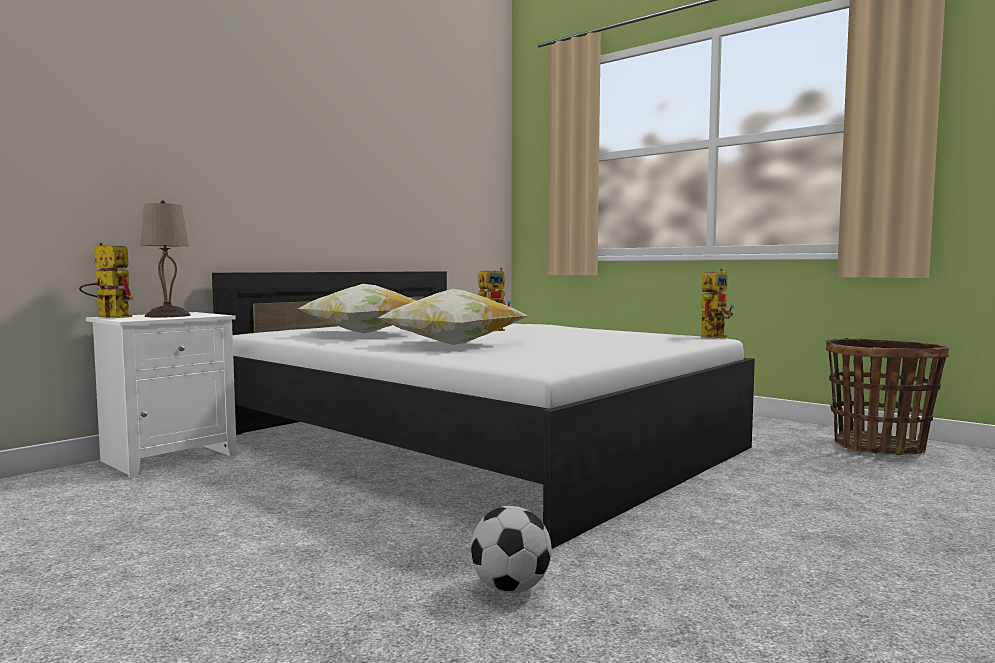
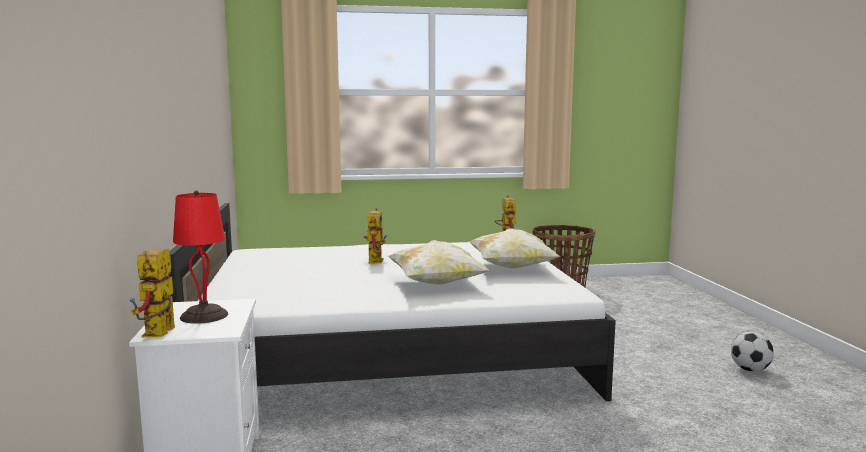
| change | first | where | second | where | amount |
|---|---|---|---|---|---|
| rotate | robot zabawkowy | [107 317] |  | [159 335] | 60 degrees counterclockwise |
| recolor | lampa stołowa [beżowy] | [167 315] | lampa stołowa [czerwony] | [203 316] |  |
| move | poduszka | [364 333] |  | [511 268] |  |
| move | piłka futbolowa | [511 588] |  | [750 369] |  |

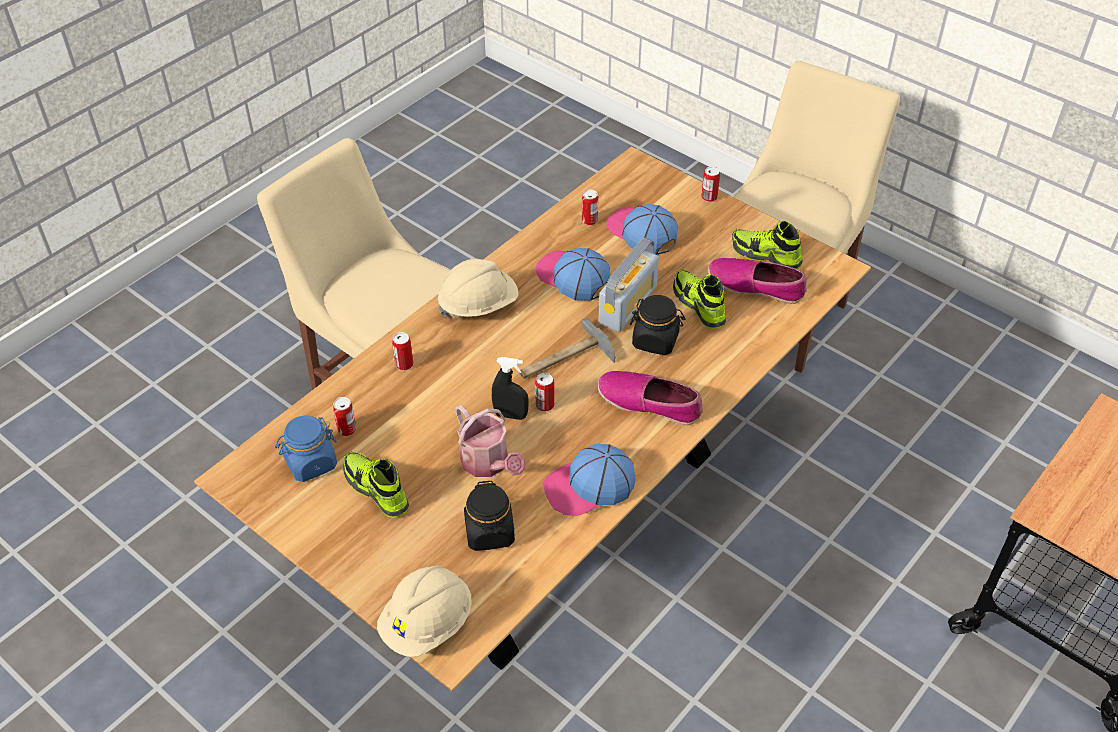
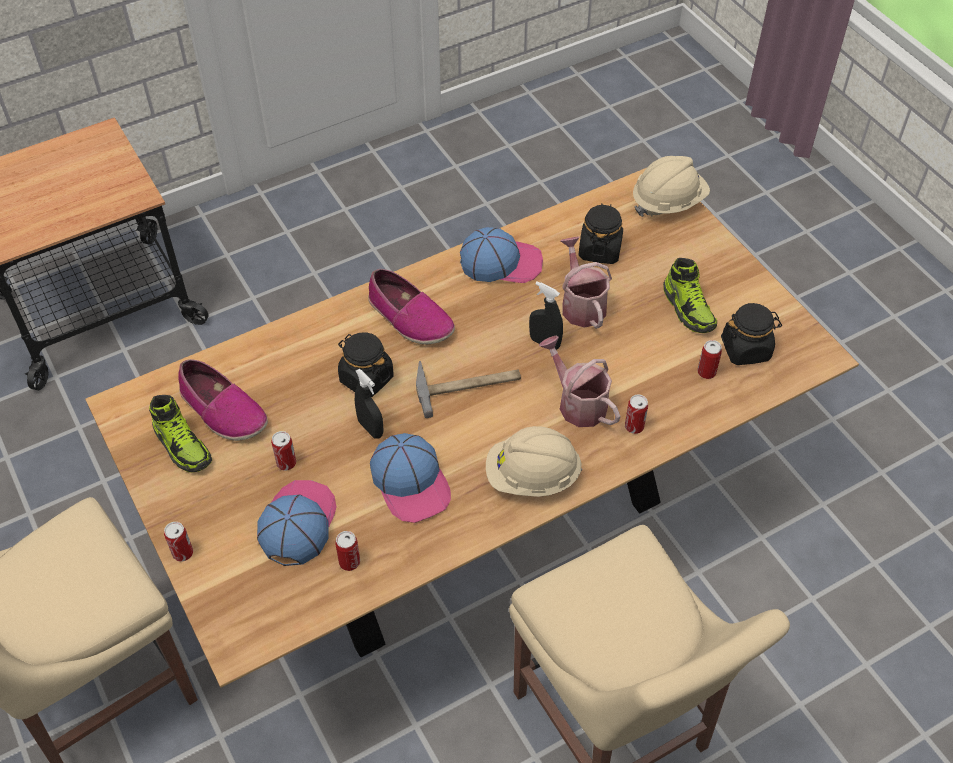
| change | first | where | second | where | amount |
|---|---|---|---|---|---|
| rotate | czapka z daszkiem | [641 232] |  | [297 523] | 150 degrees counterclockwise |
| move | puszka | [545 405] |  | [286 463] |  |
| replace | radio | [627 305] | spryskiwacz [czarny] | [370 428] |  |
| insert |  |  | konewka | [578 402] |  |
| recolor | słoik [niebieski] | [310 463] | słoik [czarny] | [746 349] |  |
| delete | but | [698 305] |  |  |  |

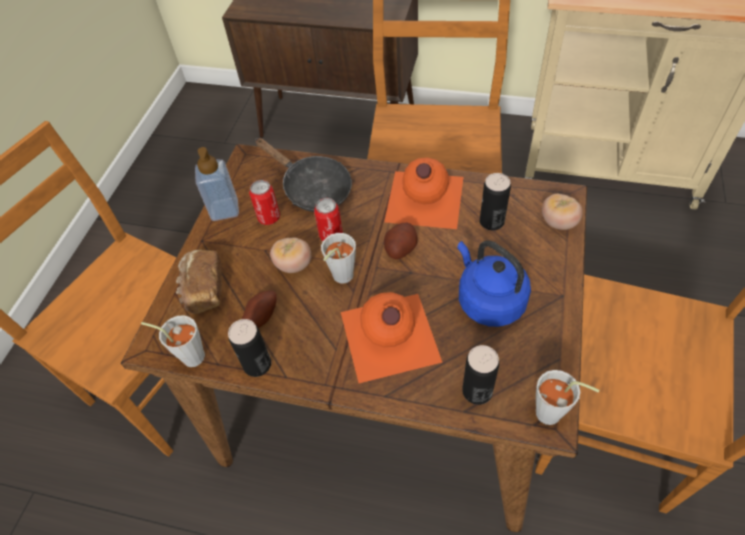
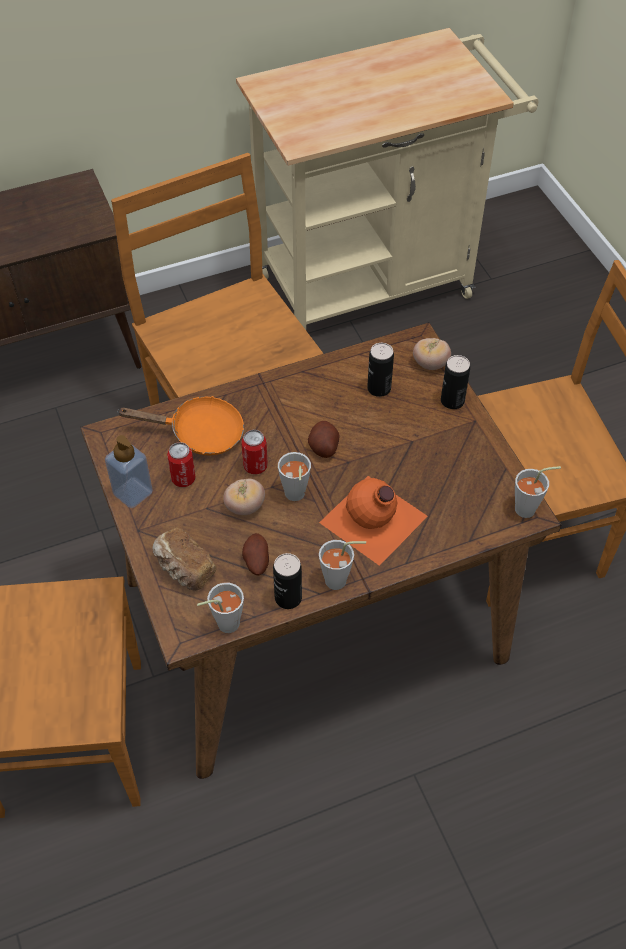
| change | first | where | second | where | amount |
|---|---|---|---|---|---|
| recolor | patelnia [czarny] | [312 188] | patelnia [pomarańczowy] | [199 433] |  |
| insert |  |  | filiżanka [szary] | [341 580] |  |
| move | puszka | [477 391] |  | [452 401] |  |
| delete | butelka [pomarańczowy] | [423 199] |  |  |  |
| delete | czajnik [niebieski] | [488 301] |  |  |  |

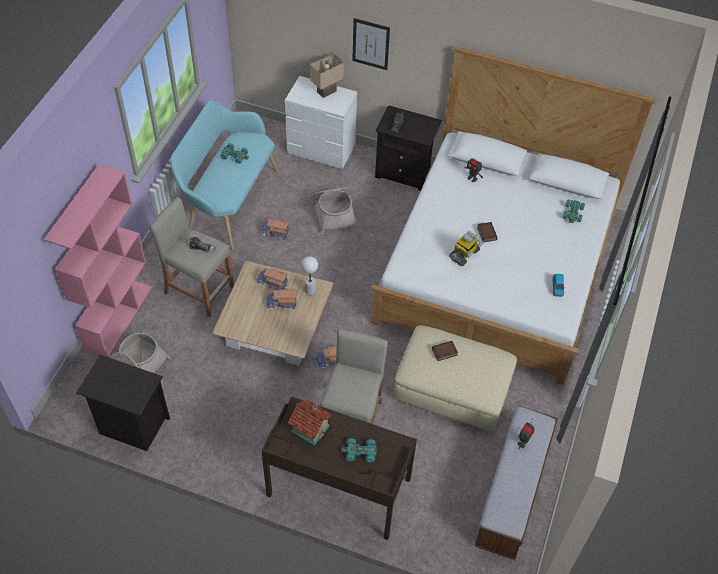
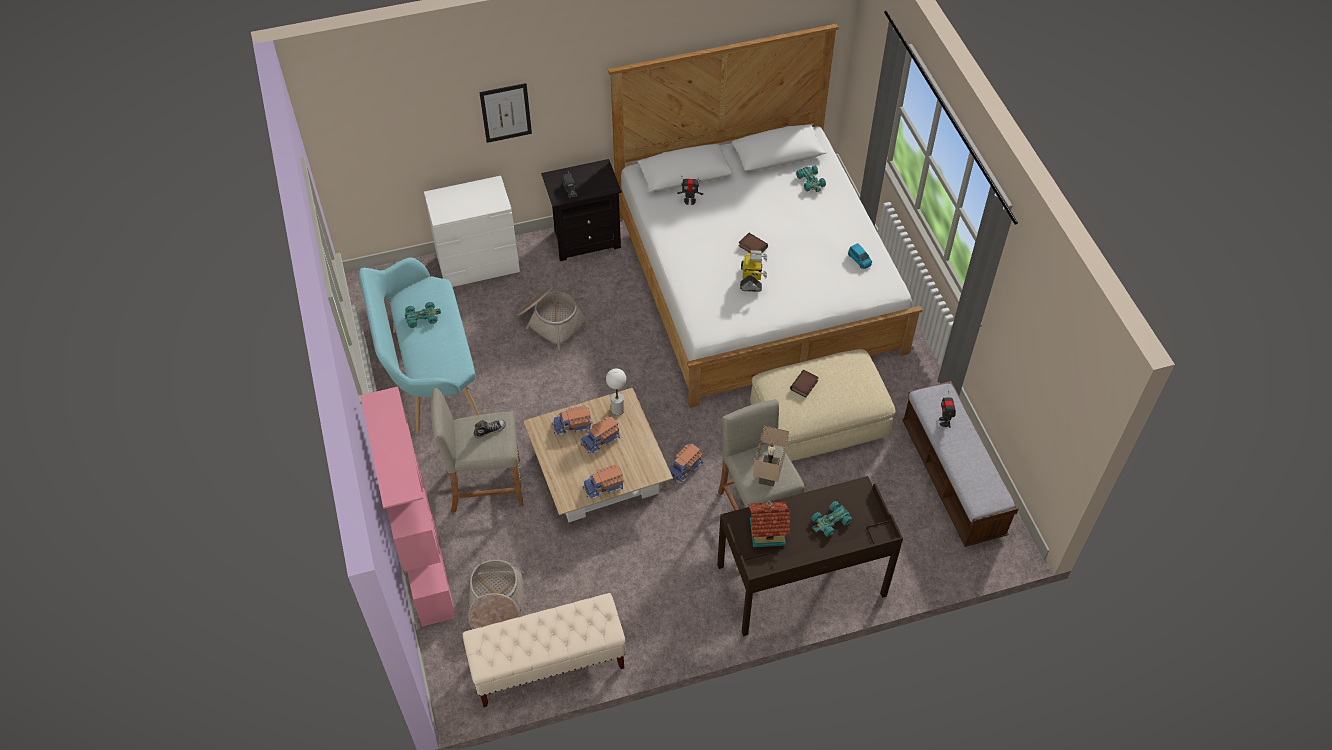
| change | first | where | second | where | amount |
|---|---|---|---|---|---|
| replace | szafka nocna [czarny] | [132 425] | ławka [beżowy] | [548 664] |  |
| move | ciężarówka zabawkowa | [274 233] |  | [604 487] |  |
| move | lampa stołowa [beżowy] | [326 91] |  | [767 474] |  |

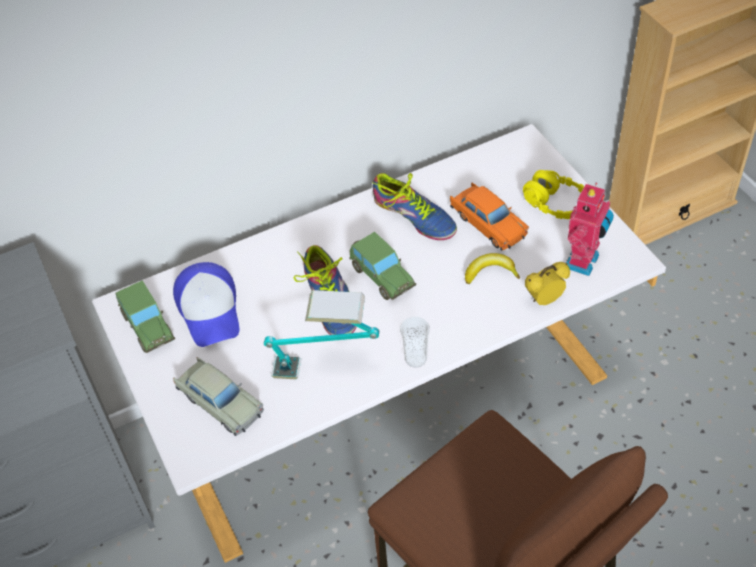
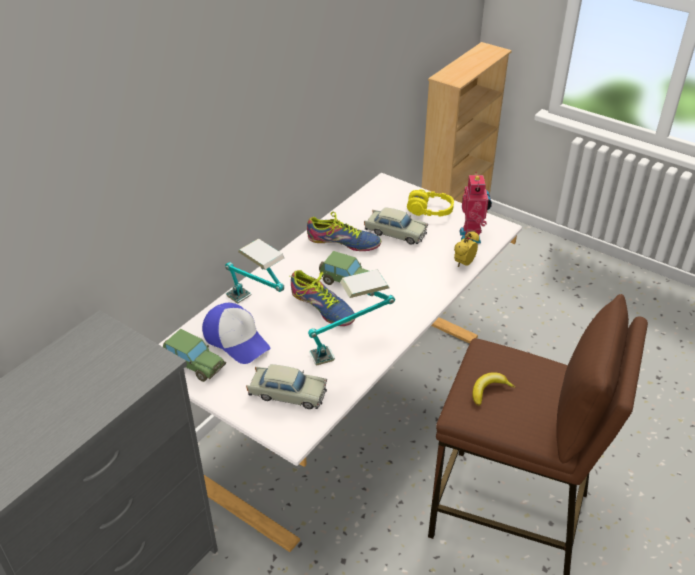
| change | first | where | second | where | amount |
|---|---|---|---|---|---|
| insert |  |  | lampa stołowa | [257 309] |  |
| recolor | samochodzik [pomarańczowy] | [488 223] | samochodzik [beżowy] | [395 233] |  |
| move | banan | [490 272] |  | [489 391] |  |
| delete | filiżanka | [415 359] |  |  |  |

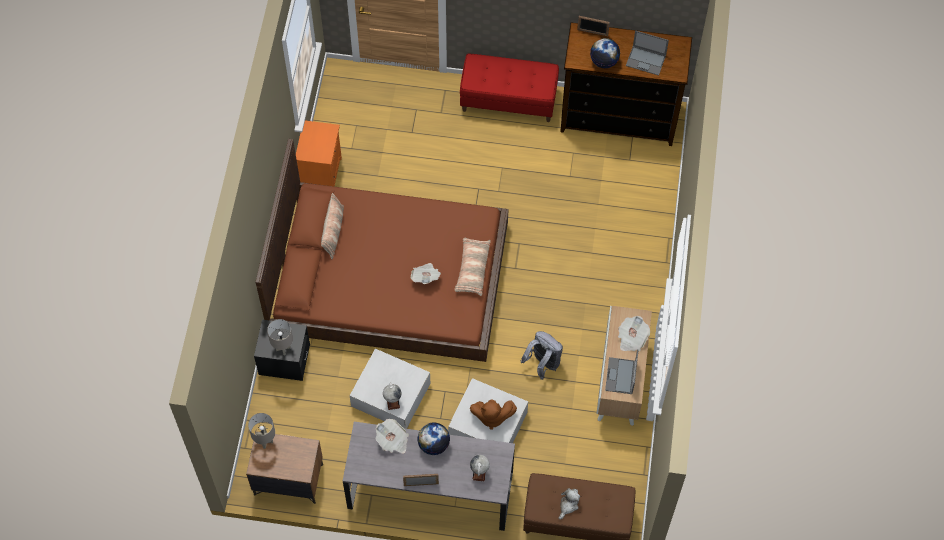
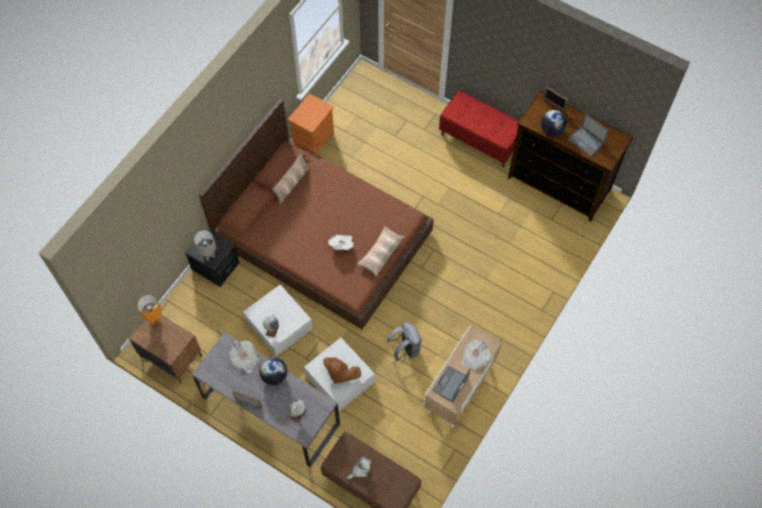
| change | first | where | second | where | amount |
|---|---|---|---|---|---|
| recolor | lampa stołowa [szary] | [265 441] | lampa stołowa [pomarańczowy] | [155 319] |  |

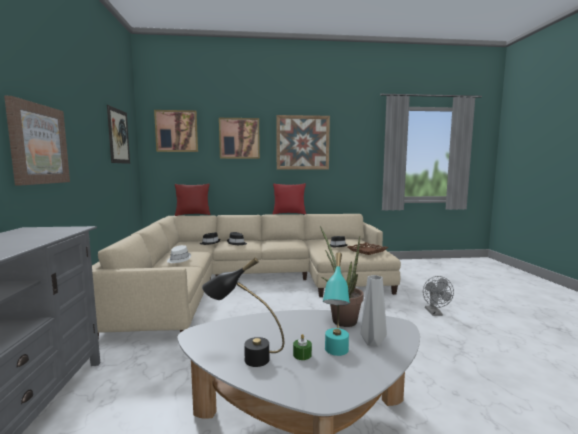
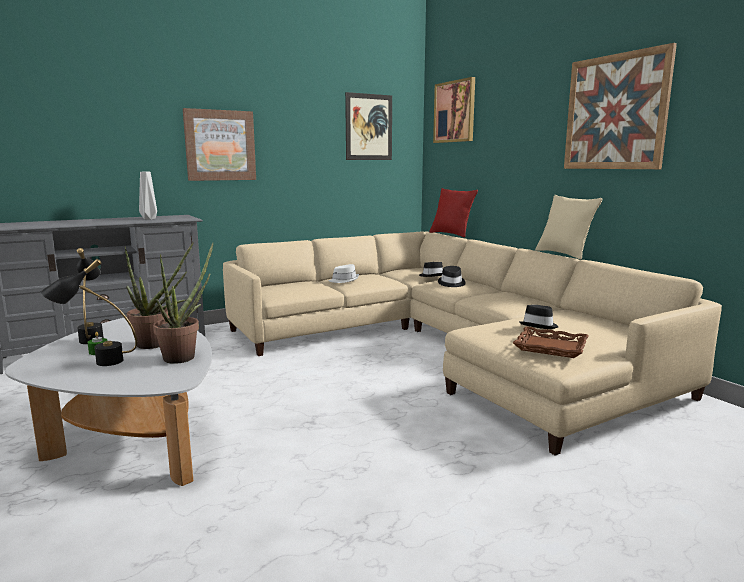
| change | first | where | second | where | amount |
|---|---|---|---|---|---|
| recolor | lampa stołowa [turkusowy] | [336 355] | lampa stołowa [czarny] | [96 362] |  |
| insert |  |  | roślina doniczkowa | [158 344] |  |
| move | wazon [szary] | [373 342] |  | [150 219] |  |
| recolor | poduszka [czerwony] | [289 213] | poduszka [beżowy] | [563 254] |  |
| delete | obraz | [239 138] |  |  |  |
| delete | wentylator [szary] | [435 313] |  |  |  |

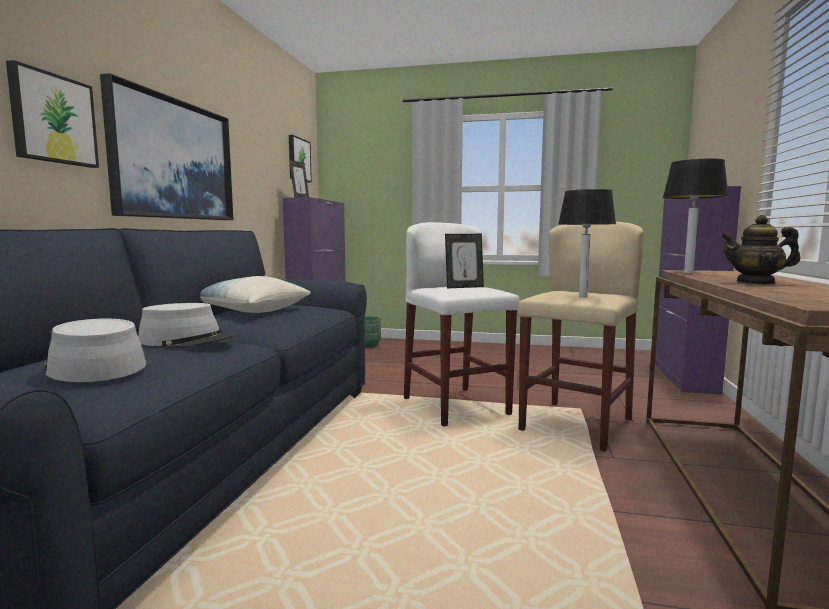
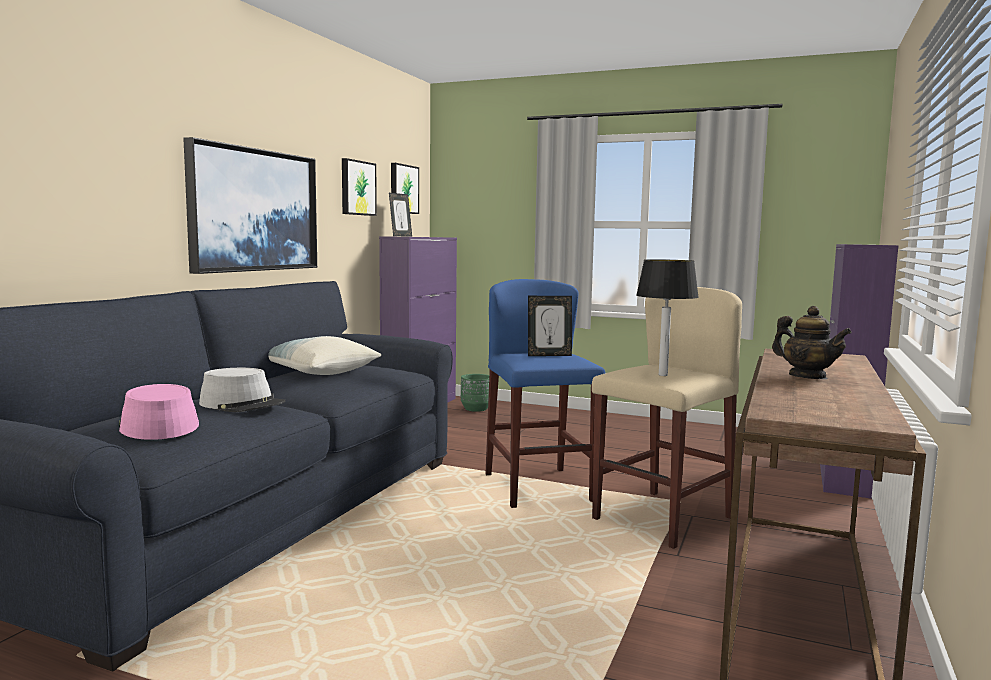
| change | first | where | second | where | amount |
|---|---|---|---|---|---|
| recolor | kapelusz [szary] | [94 366] | kapelusz [różowy] | [157 425] |  |
| move | obraz | [52 119] |  | [357 188] |  |
| recolor | stołek [biały] | [455 406] | stołek [niebieski] | [538 487] |  |
| rotate | imbryk | [756 282] |  | [807 377] | 150 degrees counterclockwise |
| delete | lampa stołowa | [688 272] |  |  |  |

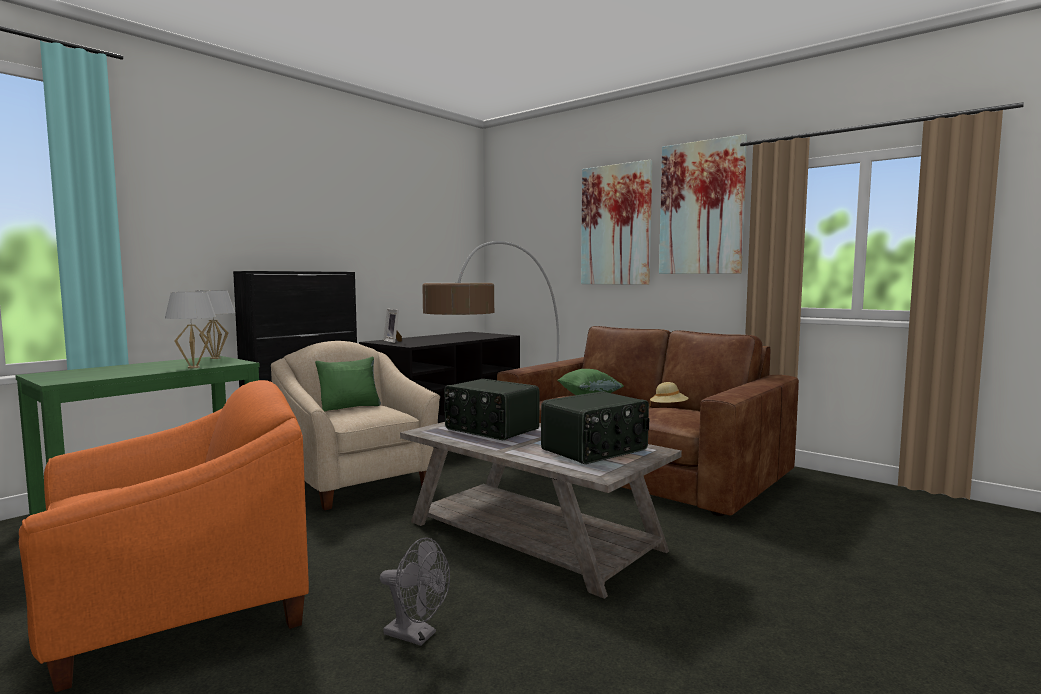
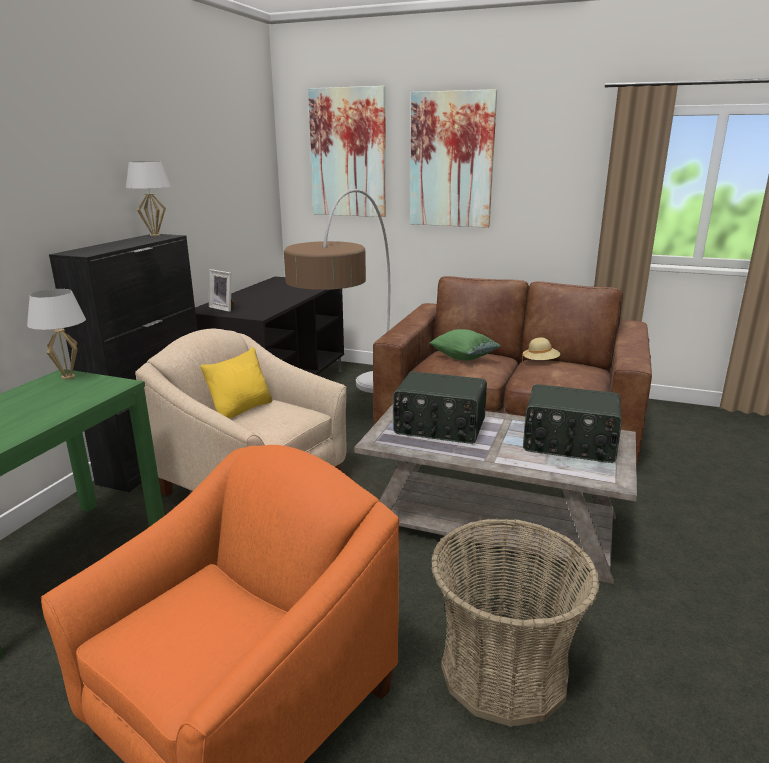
| change | first | where | second | where | amount |
|---|---|---|---|---|---|
| move | lampa stołowa [biały] | [193 367] |  | [154 235] |  |
| recolor | poduszka [zielony] | [350 407] | poduszka [żółty] | [241 409] |  |
| move | obraz | [701 208] |  | [348 153] |  |
| replace | wentylator [szary] | [417 635] | koszyk | [503 671] |  |
| rotate | radio | [595 450] |  | [569 444] | 75 degrees clockwise |

